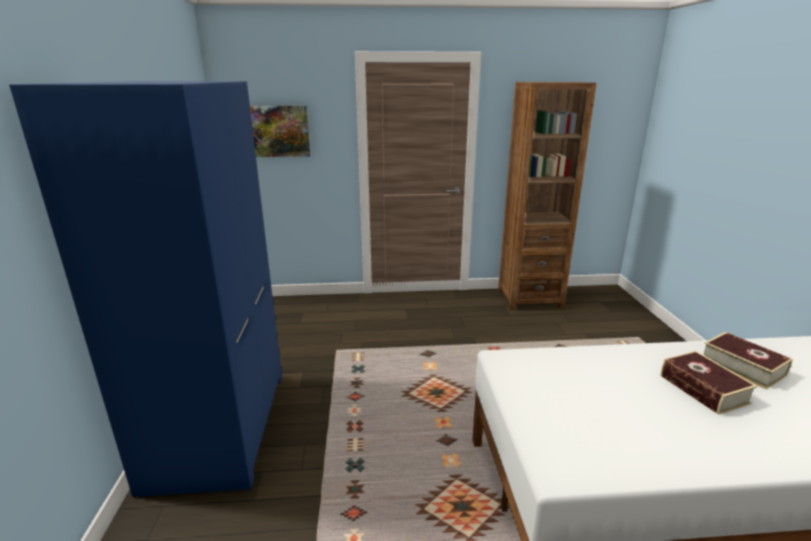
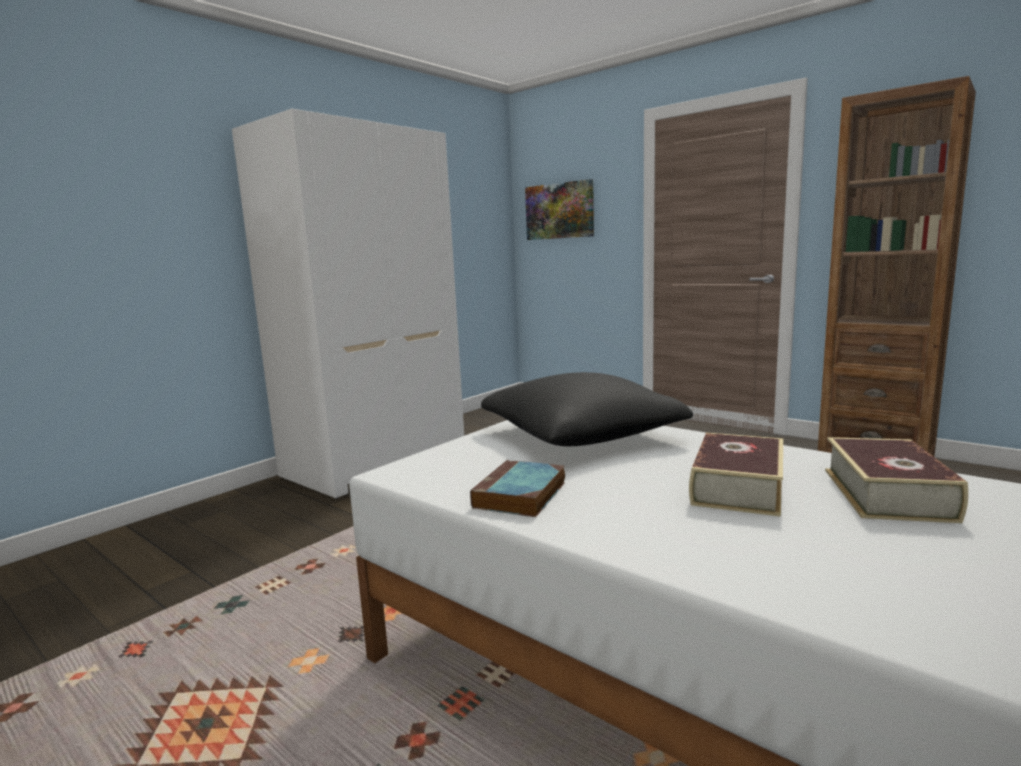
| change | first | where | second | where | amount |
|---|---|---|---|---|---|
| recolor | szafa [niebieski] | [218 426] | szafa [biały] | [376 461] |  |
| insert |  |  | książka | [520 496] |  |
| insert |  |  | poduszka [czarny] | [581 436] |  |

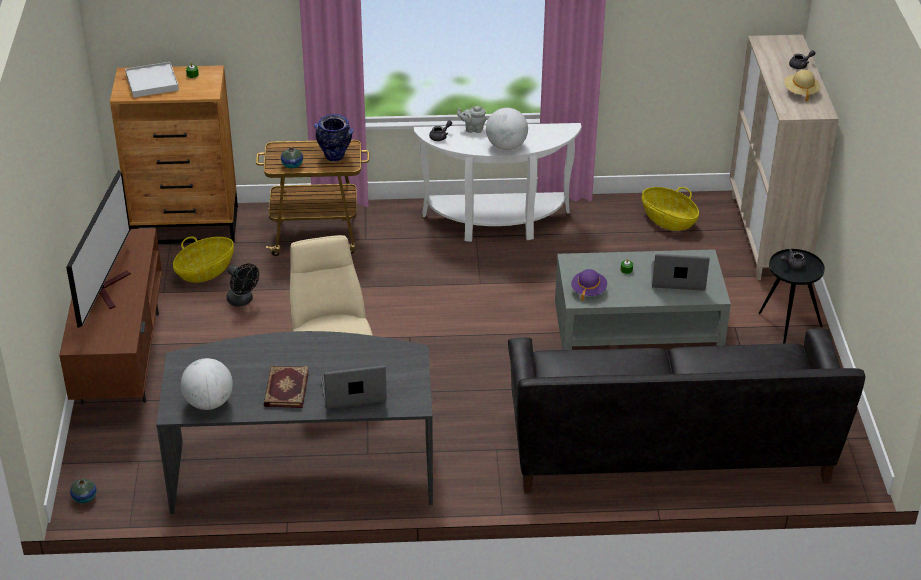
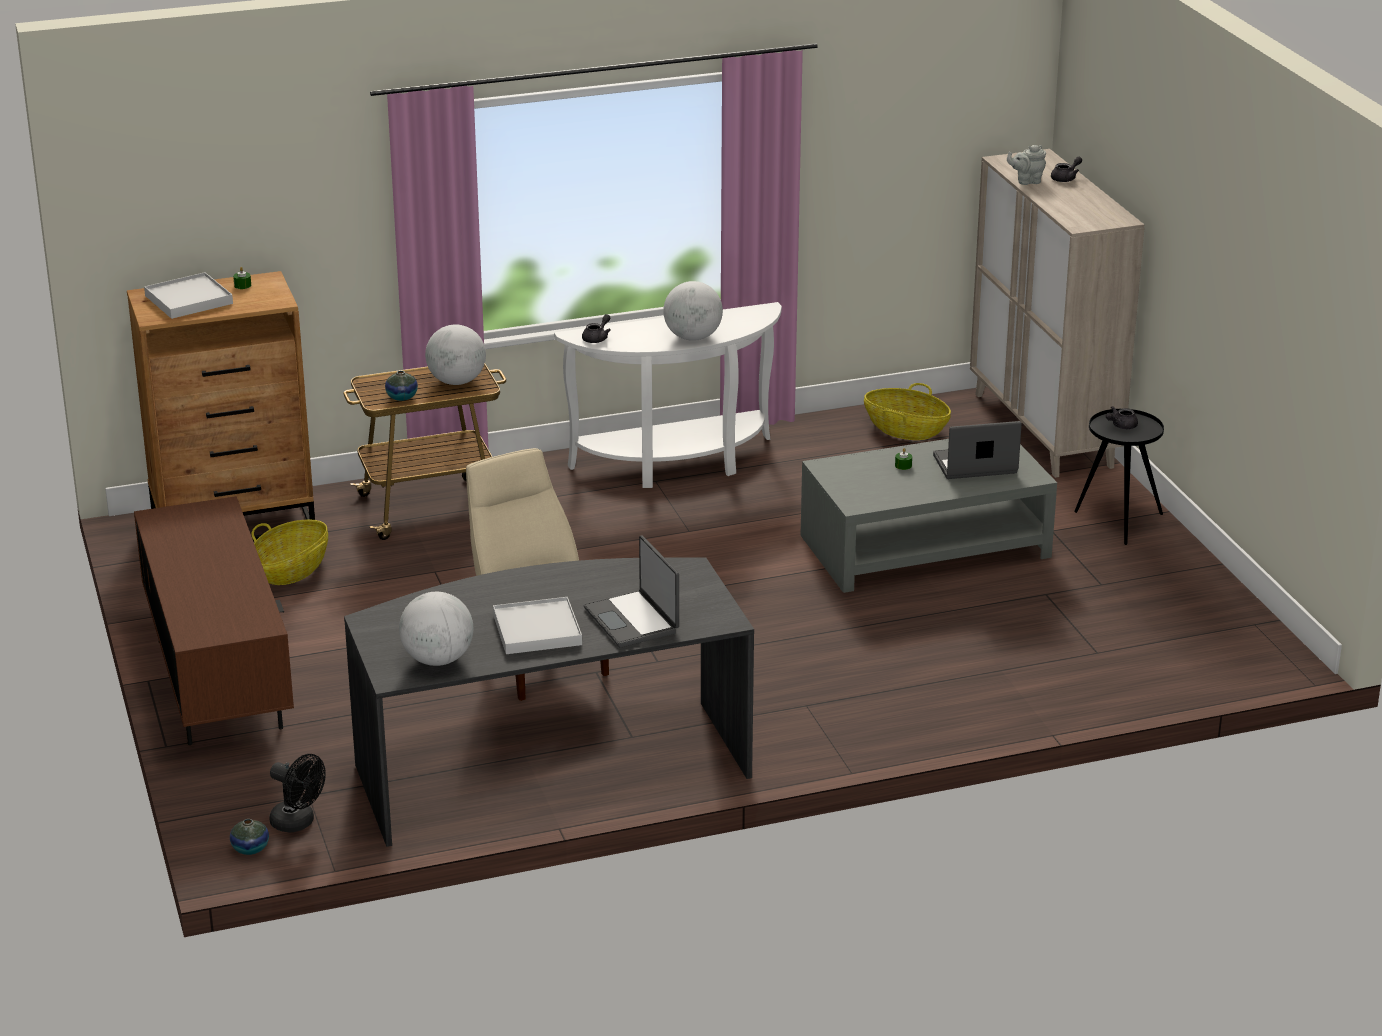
| change | first | where | second | where | amount |
|---|---|---|---|---|---|
| move | wentylator [czarny] | [242 301] |  | [298 823] |  |
| replace | wazon | [335 157] | globus | [457 381] |  |
| replace | książka | [285 389] | taca [biały] | [537 630] |  |
| rotate | laptop | [353 392] |  | [633 620] | 90 degrees counterclockwise |
| move | imbryk [szary] | [473 129] |  | [1027 181] |  |
| delete | telewizor | [109 288] |  |  |  |
| delete | kanapa [czarny] | [670 449] |  |  |  |
| delete | kapelusz [fioletowy] | [588 290] |  |  |  |
| delete | kapelusz [beżowy] | [800 92] |  |  |  |

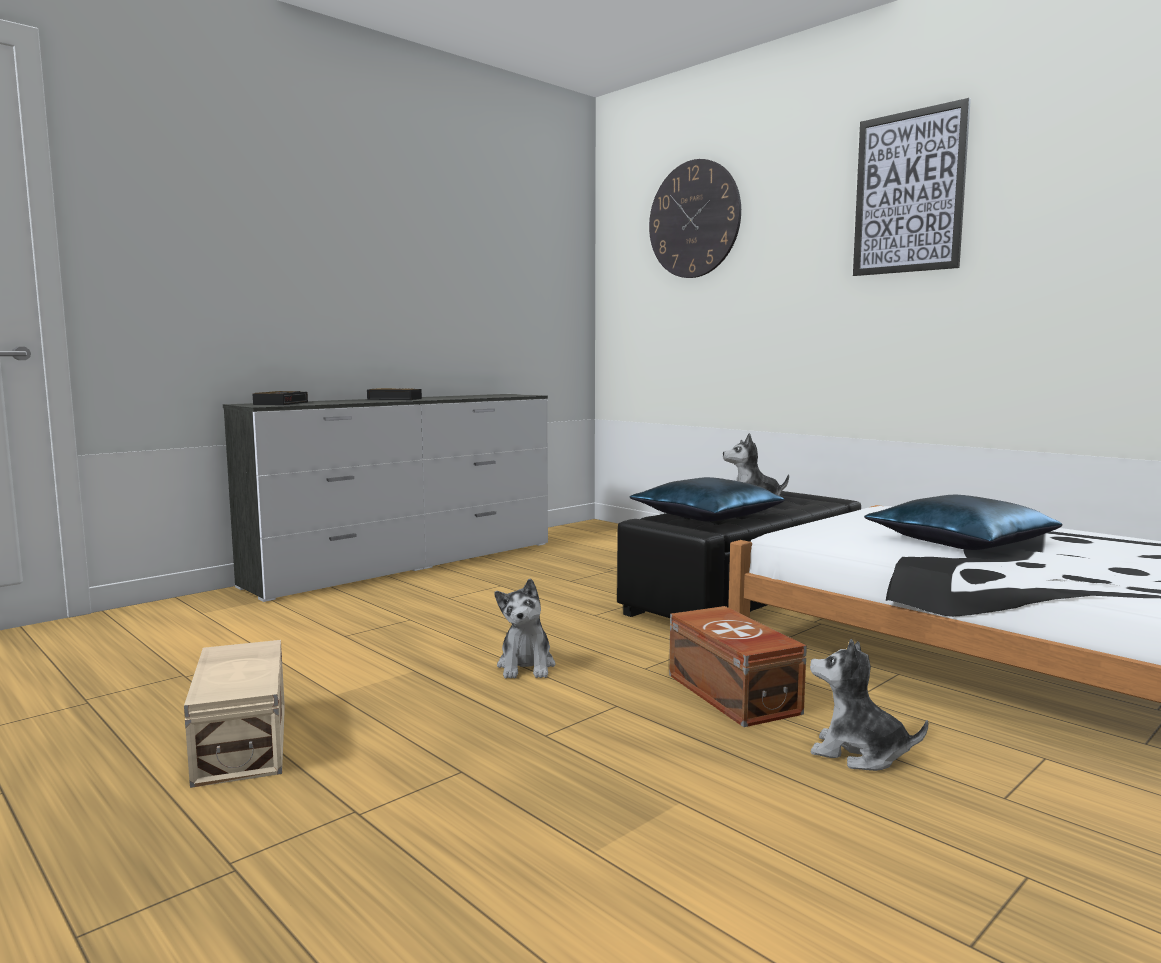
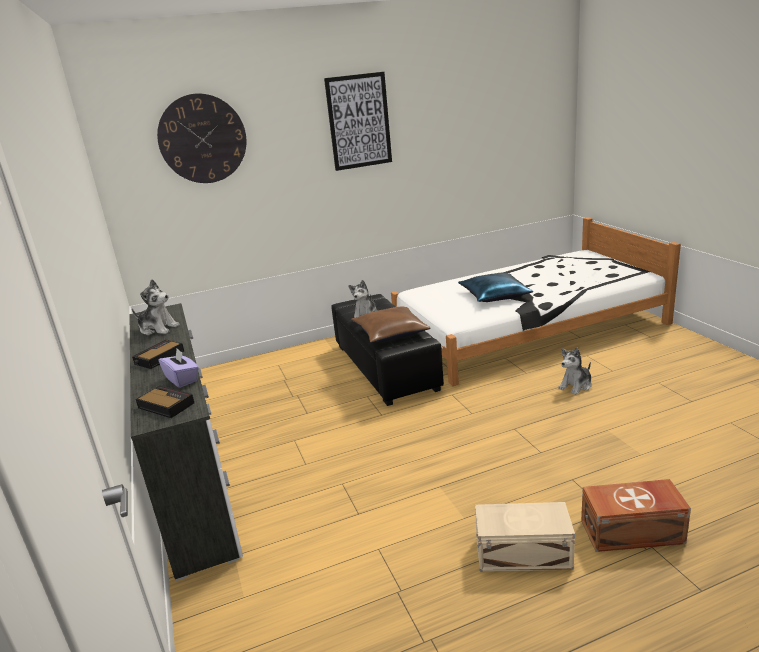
| change | first | where | second | where | amount |
|---|---|---|---|---|---|
| move | pluszak | [526 666] |  | [158 328] |  |
| insert |  |  | pudełko chusteczek [fioletowy] | [182 379] |  |
| recolor | poduszka [niebieski] | [706 515] | poduszka [brązowy] | [390 333] |  |
| move | pojemnik do przechowywania [brązowy] | [731 695] |  | [633 532] |  |

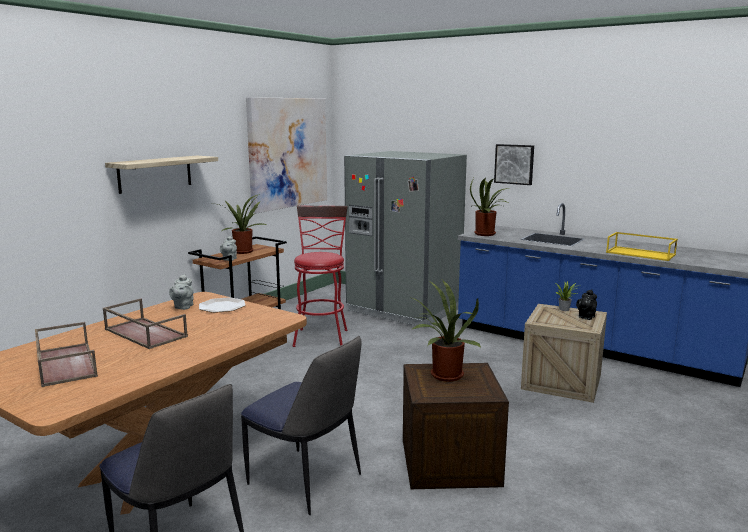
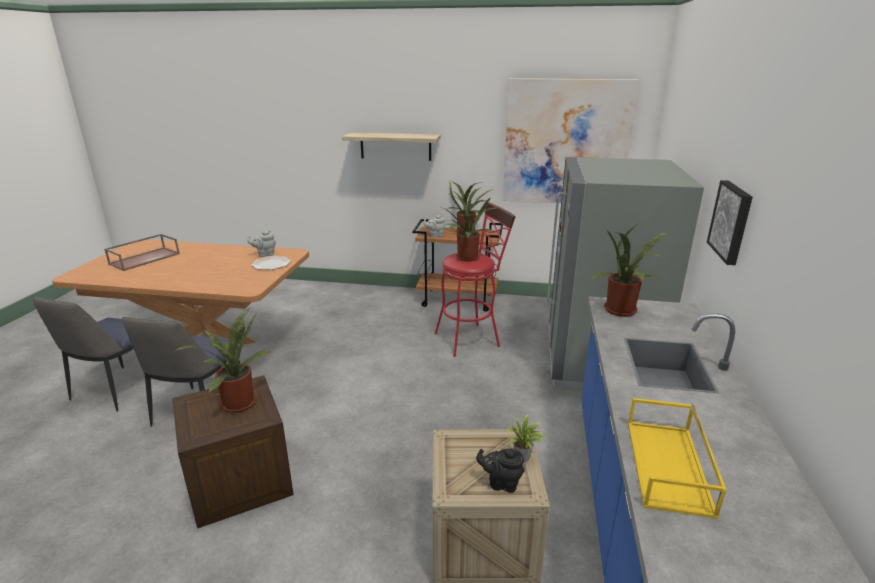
| change | first | where | second | where | amount |
|---|---|---|---|---|---|
| insert |  |  | roślina doniczkowa | [466 258] |  |
| delete | taca [brązowy] | [144 333] |  |  |  |

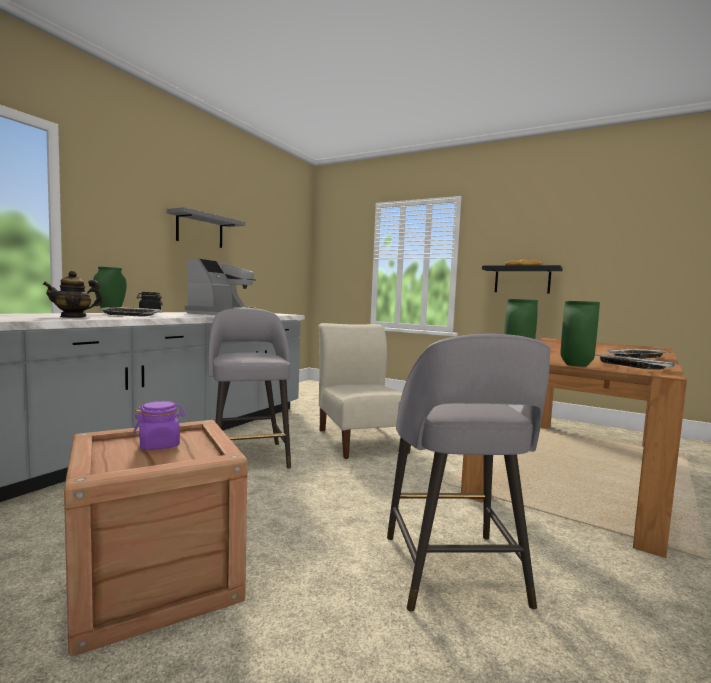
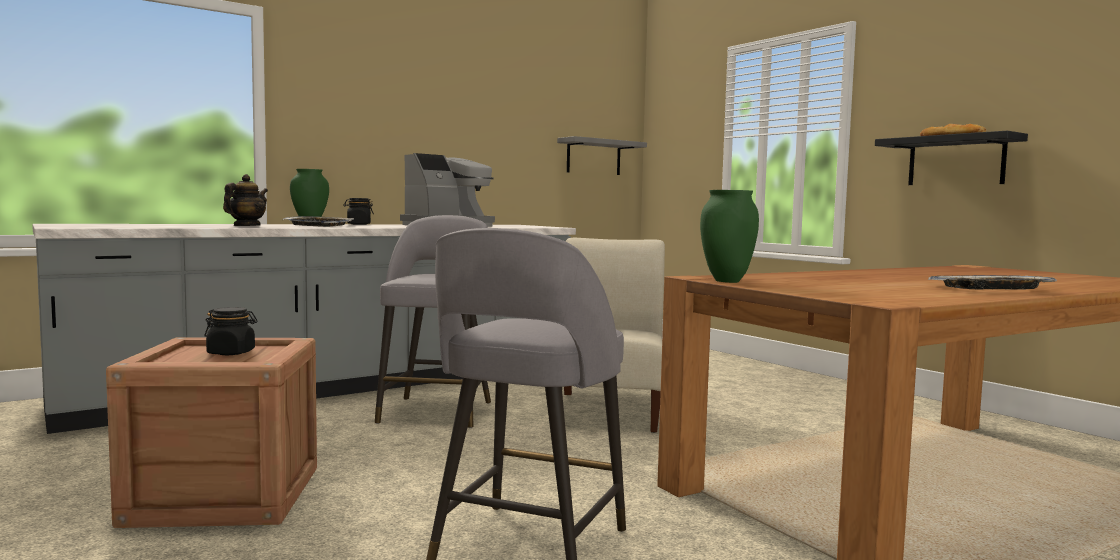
| change | first | where | second | where | amount |
|---|---|---|---|---|---|
| recolor | słoik [fioletowy] | [159 445] | słoik [czarny] | [231 353] |  |
| rotate | imbryk | [74 317] |  | [246 226] | 120 degrees clockwise |
| move | półka [szary] | [200 230] |  | [593 157] |  |
| delete | wazon [zielony] | [577 365] |  |  |  |
| delete | taca | [630 366] |  |  |  |

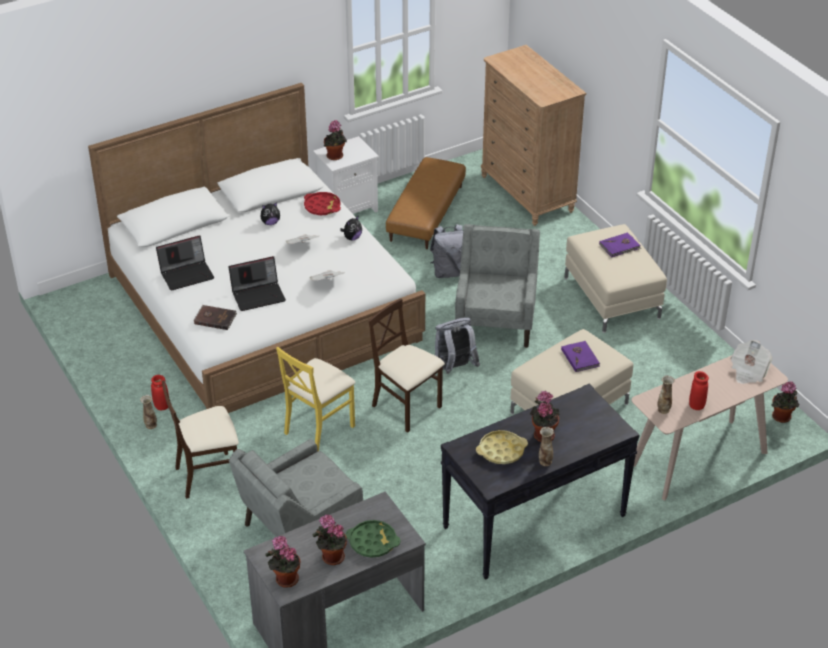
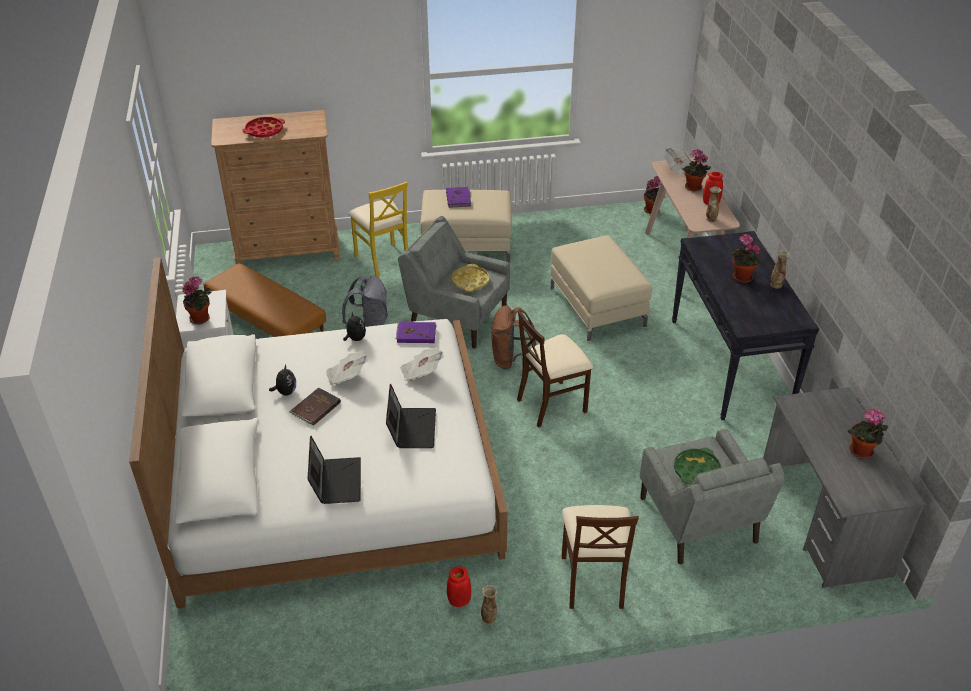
| change | first | where | second | where | amount |
|---|---|---|---|---|---|
| move | taca [czerwony] | [322 207] |  | [264 130] |  |
| move | książka [brązowy] | [215 318] |  | [315 408] |  |
| move | krzesło [żółty] | [319 428] |  | [383 260] |  |
| move | książka [fioletowy] | [580 357] |  | [416 333] |  |
| move | taca [żółty] | [501 451] |  | [470 281] |  |
| recolor | plecak [szary] | [454 368] | plecak [brązowy] | [511 359] |  |
| move | taca [zielony] | [373 542] |  | [696 470] |  |
| move | roślina doniczkowa | [285 579] |  | [692 188] |  |

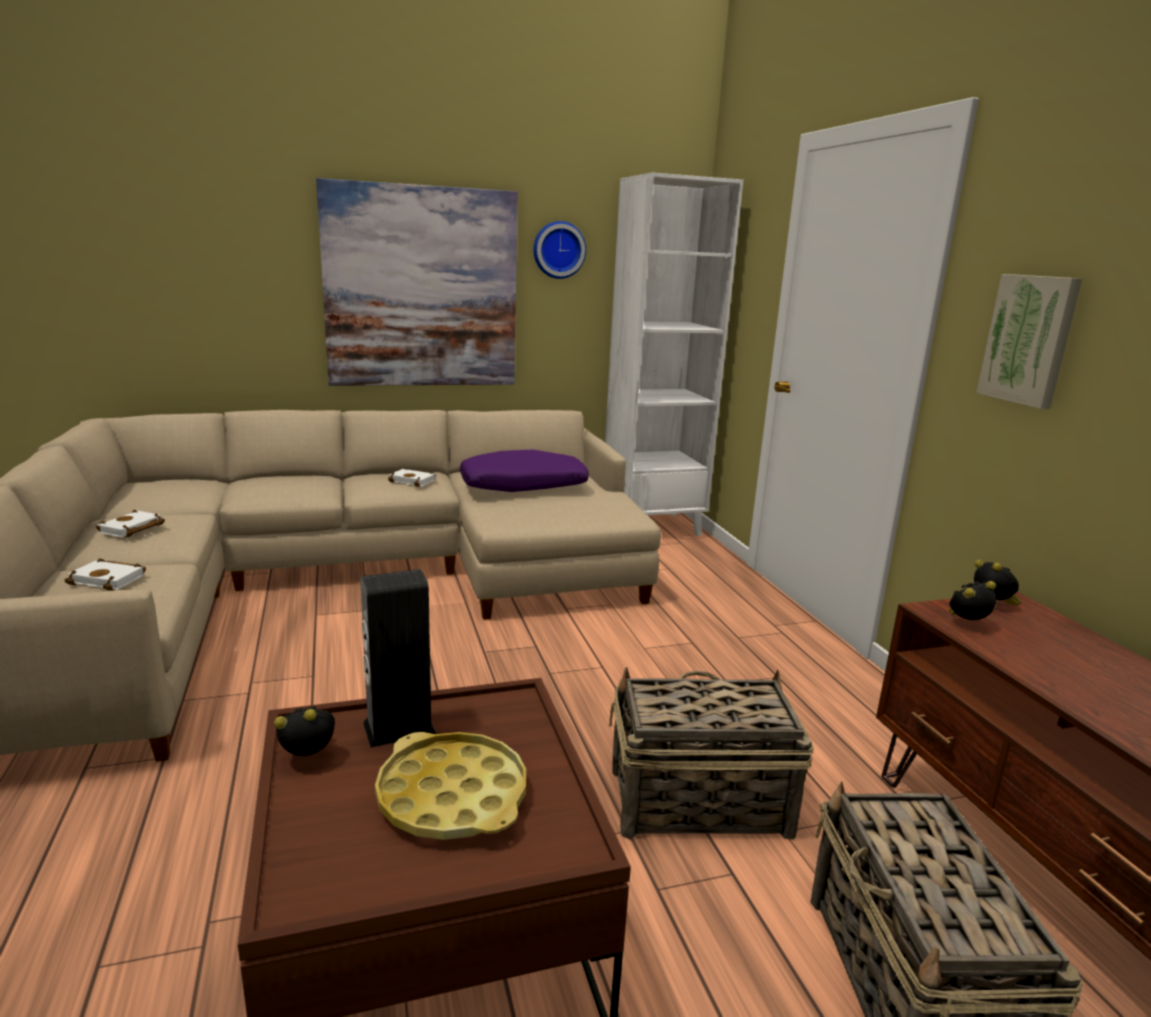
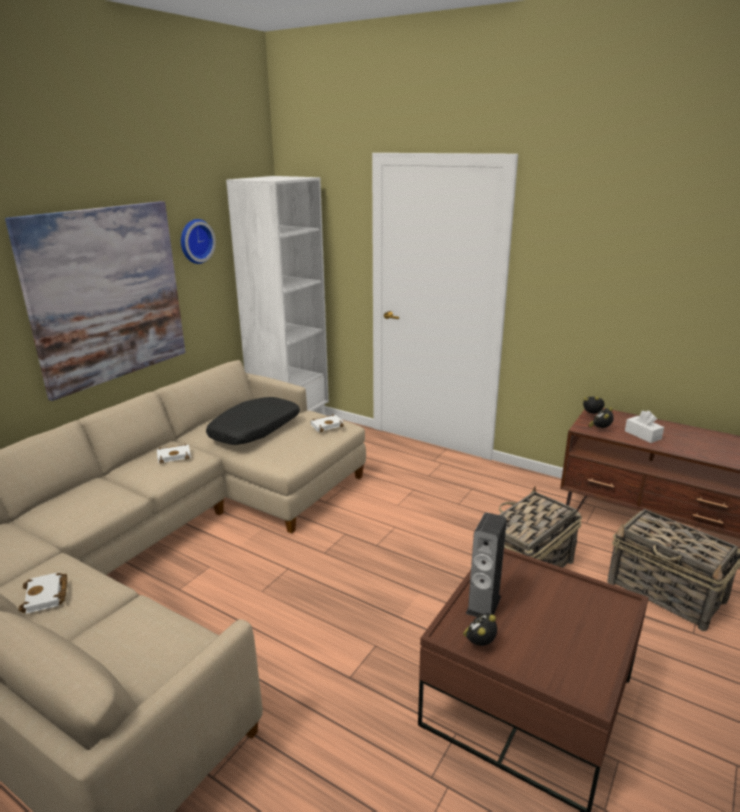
| change | first | where | second | where | amount |
|---|---|---|---|---|---|
| recolor | poduszka [fioletowy] | [523 486] | poduszka [czarny] | [255 430] |  |
| move | książka [biały] | [110 579] |  | [327 425] |  |
| insert |  |  | pudełko chusteczek [biały] | [642 435] |  |
| delete | taca [żółty] | [452 796] |  |  |  |
| delete | obraz | [1030 340] |  |  |  |

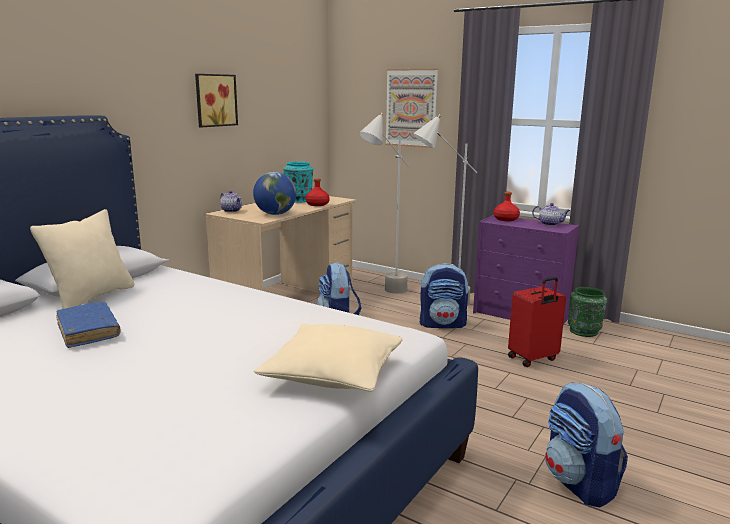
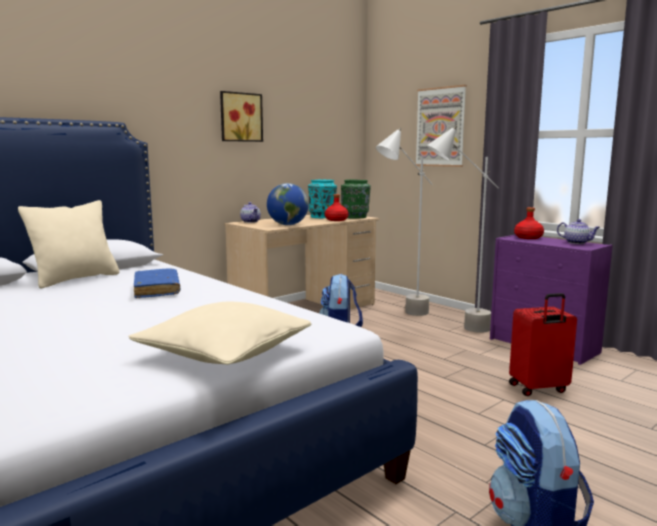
| change | first | where | second | where | amount |
|---|---|---|---|---|---|
| move | książka [niebieski] | [88 331] |  | [157 290] |  |
| move | wazon [zielony] | [584 331] |  | [355 217] |  |
| delete | plecak | [443 324] |  |  |  |

